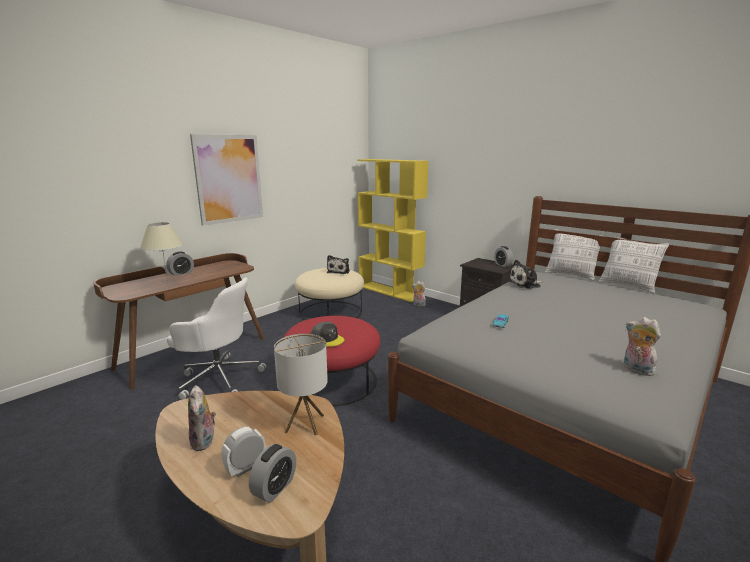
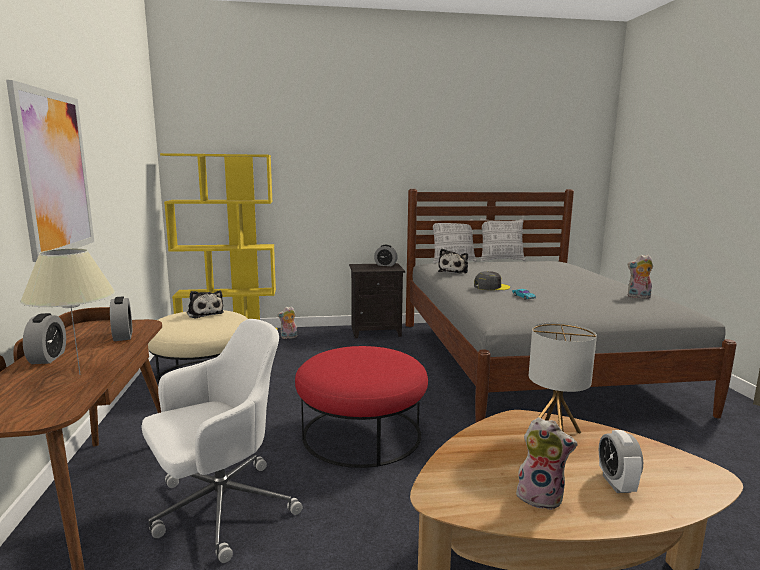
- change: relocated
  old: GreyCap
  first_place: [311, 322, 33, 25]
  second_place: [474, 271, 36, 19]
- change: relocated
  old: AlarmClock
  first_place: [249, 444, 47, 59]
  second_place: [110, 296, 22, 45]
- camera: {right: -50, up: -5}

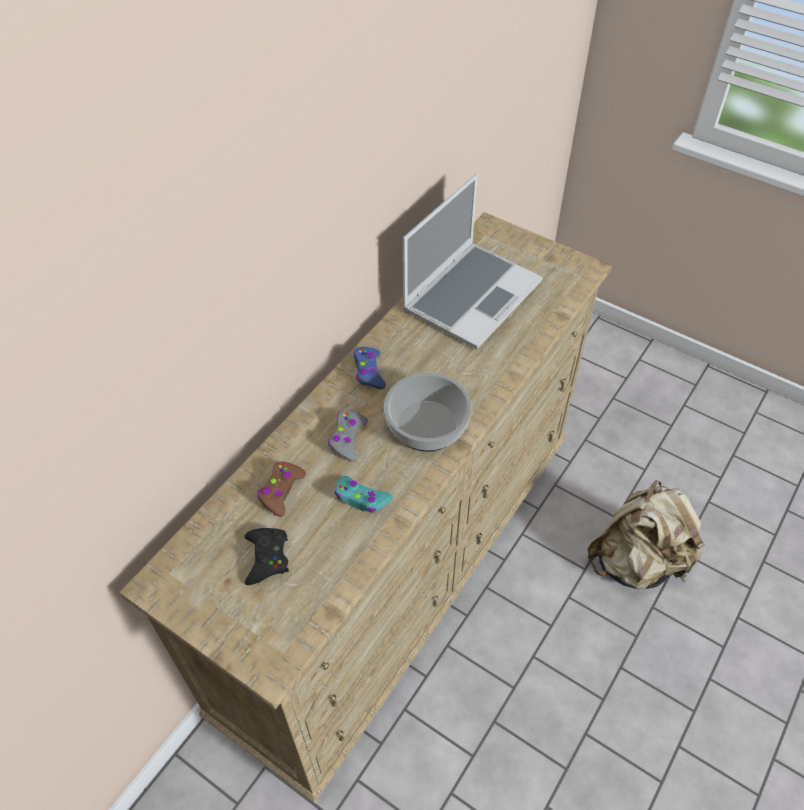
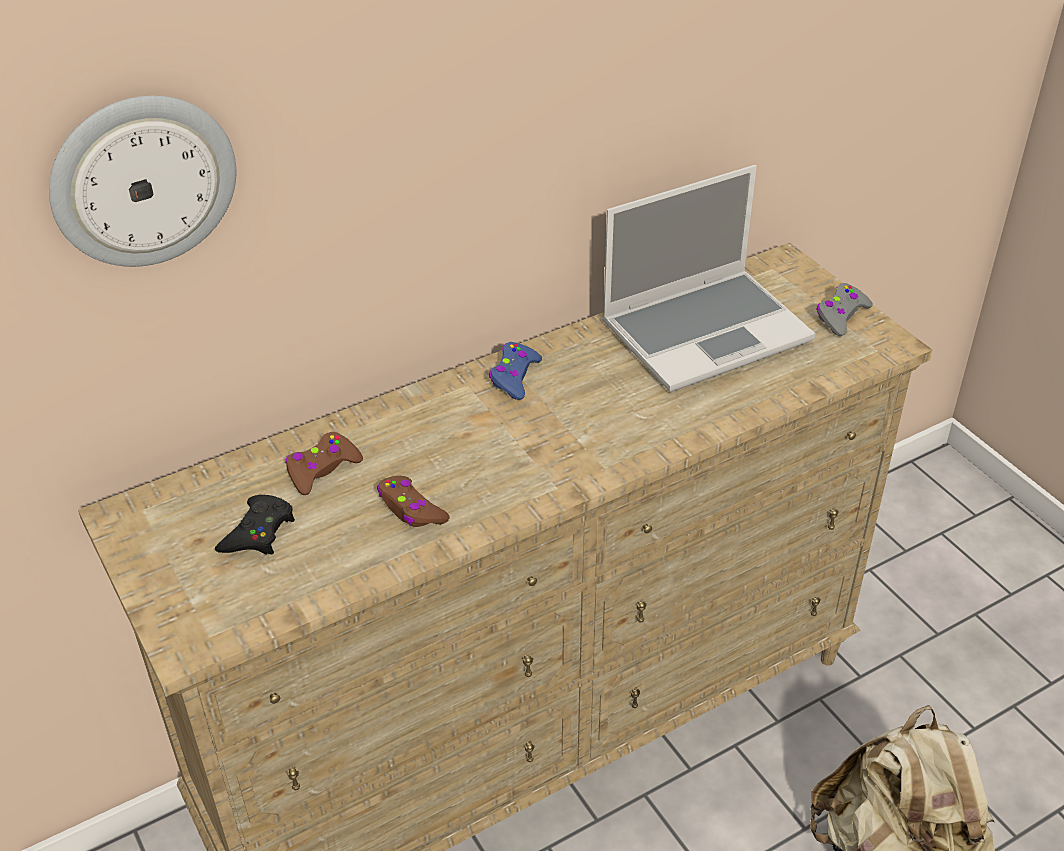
- change: missing
  old: Bowl
  first_place: [384, 373, 88, 79]
- change: relocated
  old: GreyGameController
  first_place: [328, 411, 40, 50]
  second_place: [816, 283, 57, 53]
- change: colour
  old: TurquoiseGameController
  new: BrownGameController
  first_place: [334, 476, 59, 37]
  second_place: [377, 476, 72, 51]
- change: appeared
  new: WallClock
  second_place: [49, 96, 187, 171]
- camera: {right: 25, up: -10}

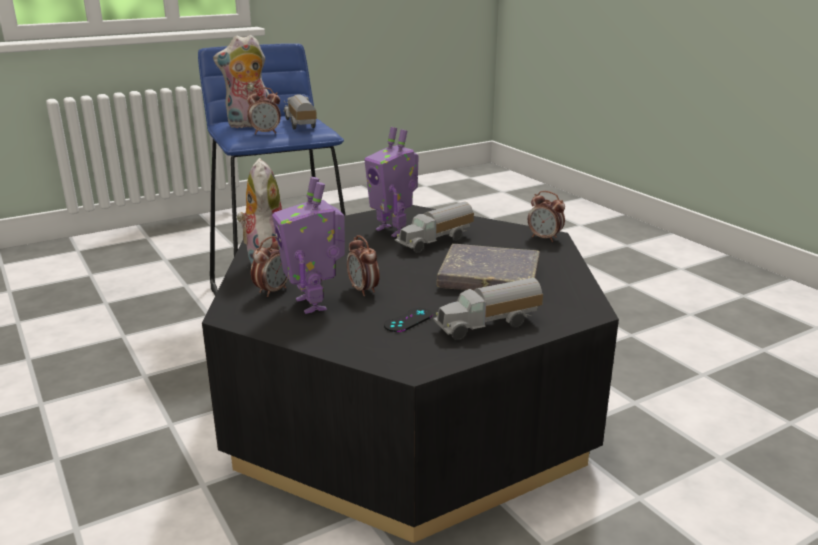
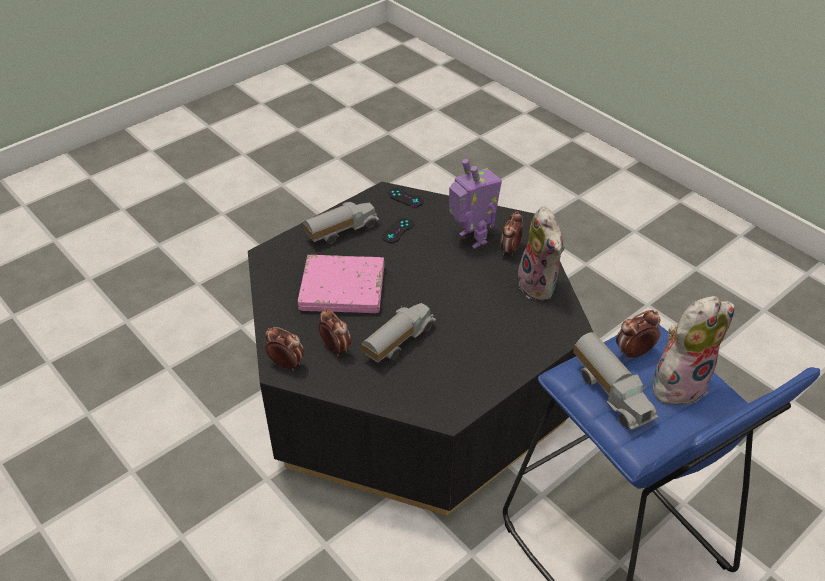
- change: missing
  old: ToyRobot
  first_place: [365, 127, 54, 110]
- change: relocated
  old: AlarmClock
  first_place: [347, 235, 32, 61]
  second_place: [319, 308, 32, 48]
- change: colour
  old: GreyBook
  new: PinkBook
  first_place: [436, 244, 104, 46]
  second_place: [298, 255, 86, 58]
- change: appeared
  new: BlackGameController
  second_place: [388, 188, 36, 19]
- camera: {right: 170, up: 20}

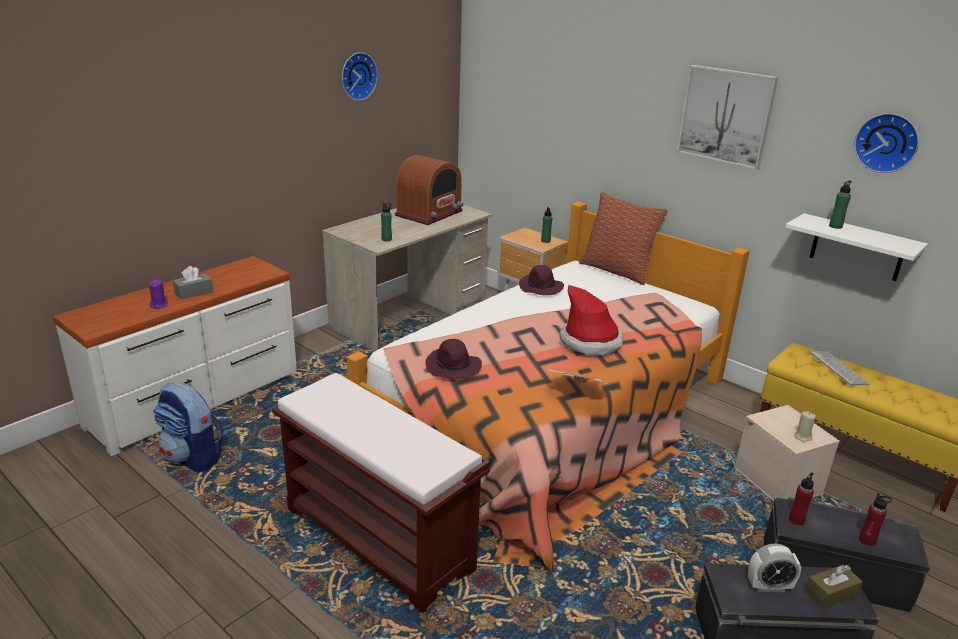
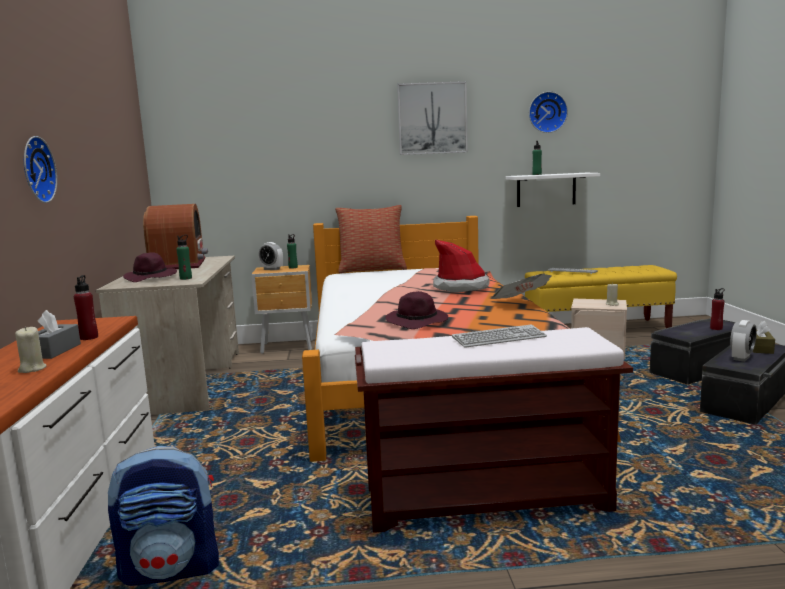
- change: relocated
  old: WallClock
  first_place: [342, 52, 36, 49]
  second_place: [24, 136, 33, 67]
- change: relocated
  old: PurpleHat
  first_place: [519, 265, 45, 30]
  second_place: [123, 253, 54, 29]
- change: colour
  old: PurpleCandle
  new: BeigeCandle
  first_place: [148, 279, 20, 30]
  second_place: [15, 326, 32, 47]
- change: relocated
  old: RedBottle
  first_place: [789, 472, 25, 53]
  second_place: [74, 275, 24, 65]
- change: appeared
  new: AlarmClock
  second_place: [258, 242, 25, 28]
- change: appeared
  new: Keyboard
  second_place: [452, 325, 95, 23]
- camera: {right: -45, up: -15}

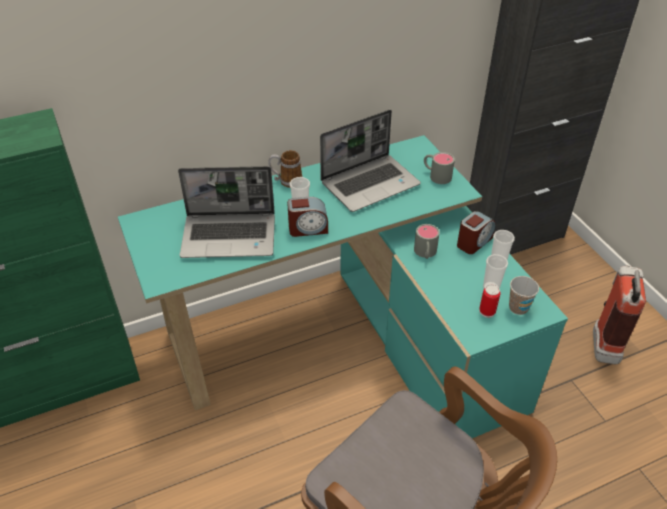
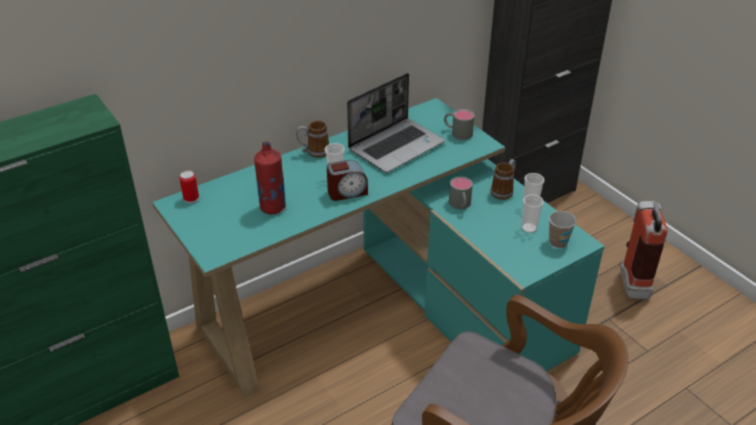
- change: exchanged
  old: Laptop
  new: RedBottle
  first_place: [178, 166, 97, 92]
  second_place: [254, 141, 32, 73]
- change: exchanged
  old: AlarmClock
  new: Mug
  first_place: [457, 211, 39, 43]
  second_place: [491, 159, 25, 41]
- change: relocated
  old: Can
  first_place: [479, 285, 21, 33]
  second_place: [180, 171, 19, 32]
- camera: {right: -10, up: -5}

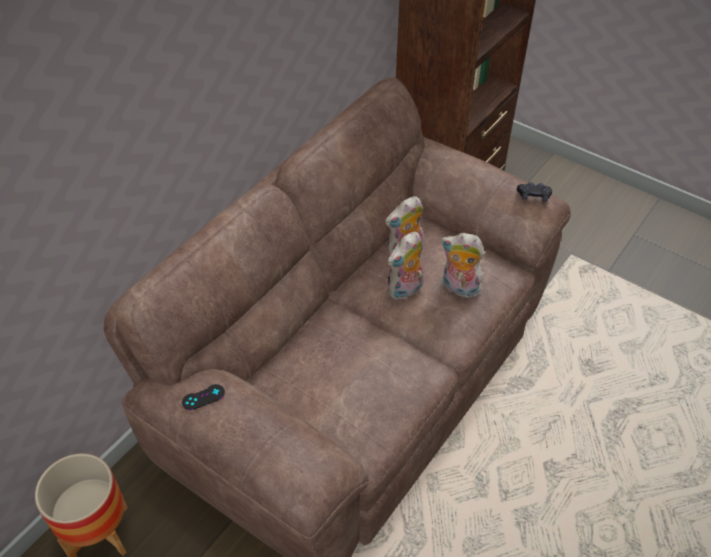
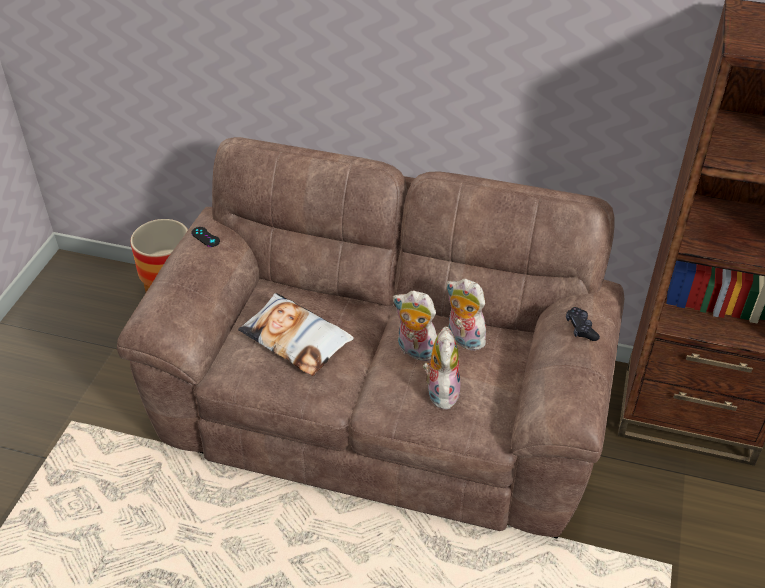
- change: relocated
  old: BlackGameController
  first_place: [517, 182, 35, 20]
  second_place: [566, 307, 34, 34]
- change: appeared
  new: Pillow
  second_place: [238, 293, 116, 83]
- camera: {right: 70, up: -5}

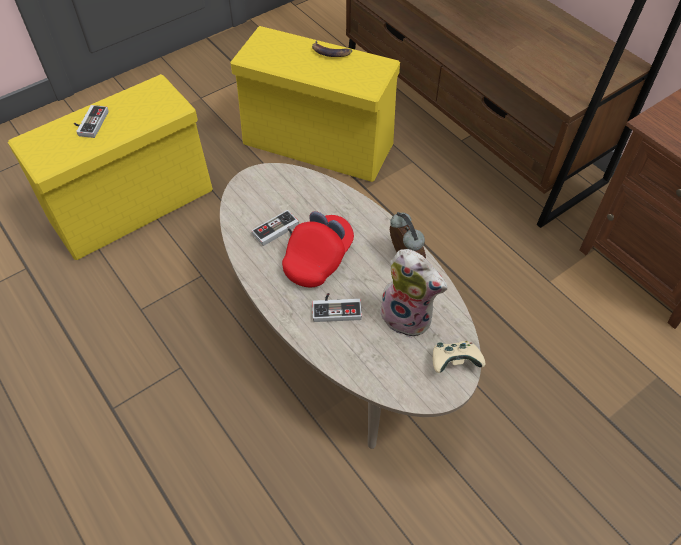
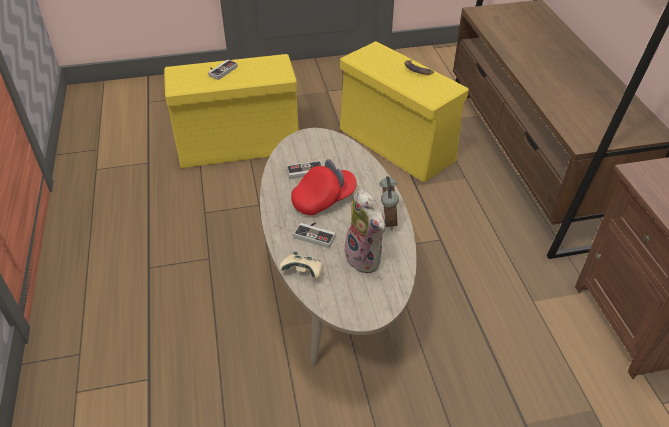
- change: relocated
  old: BeigeGameController
  first_place: [433, 341, 52, 32]
  second_place: [279, 252, 43, 27]
- camera: {right: 25, up: -10}

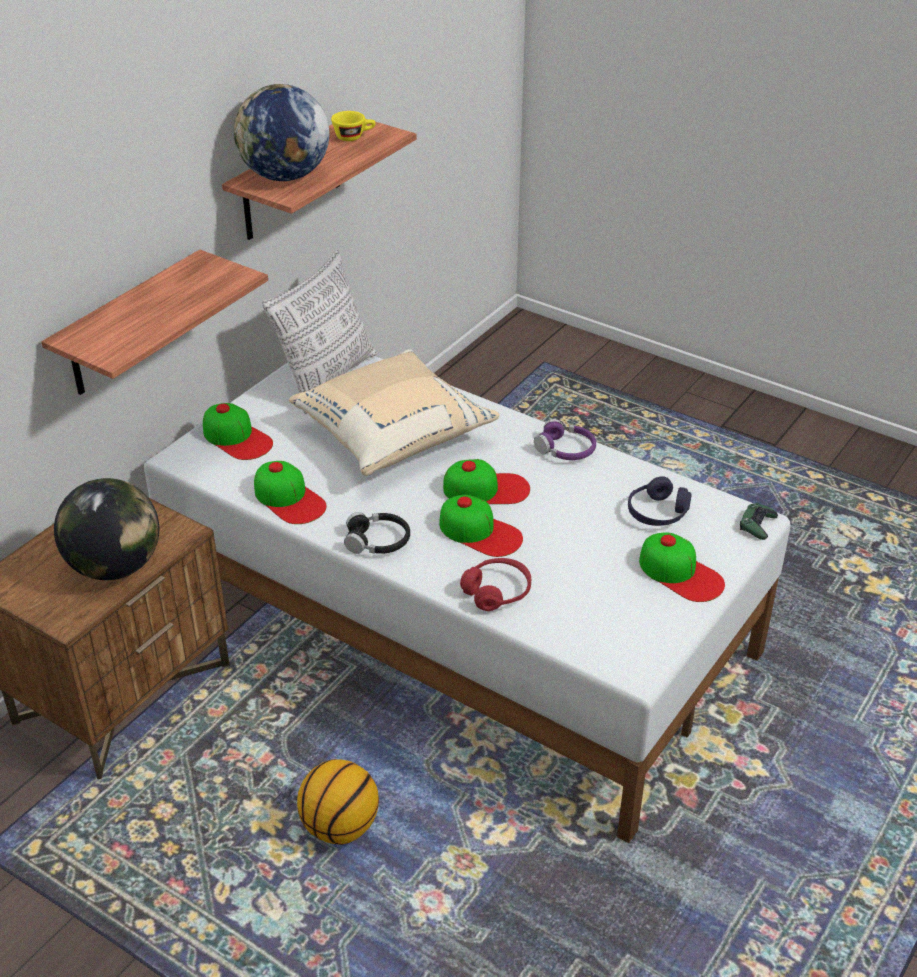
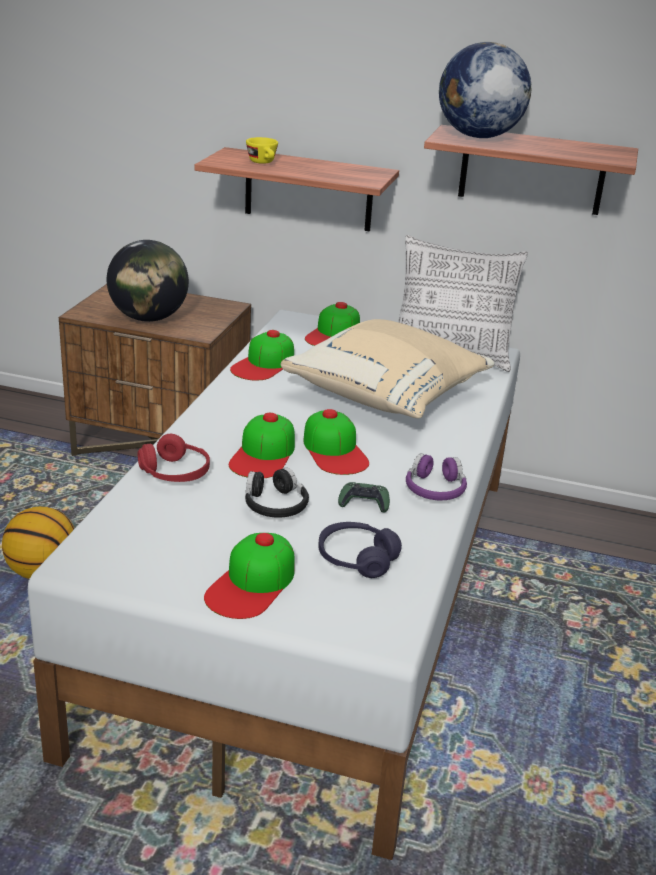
- change: relocated
  old: YellowCup
  first_place: [331, 111, 44, 30]
  second_place: [246, 137, 32, 27]
- change: relocated
  old: GreenGameController
  first_place: [740, 503, 38, 37]
  second_place: [338, 482, 52, 31]
- change: relocated
  old: BlackHeadphones
  first_place: [344, 512, 66, 42]
  second_place: [245, 467, 64, 51]
- camera: {right: 70, up: -10}

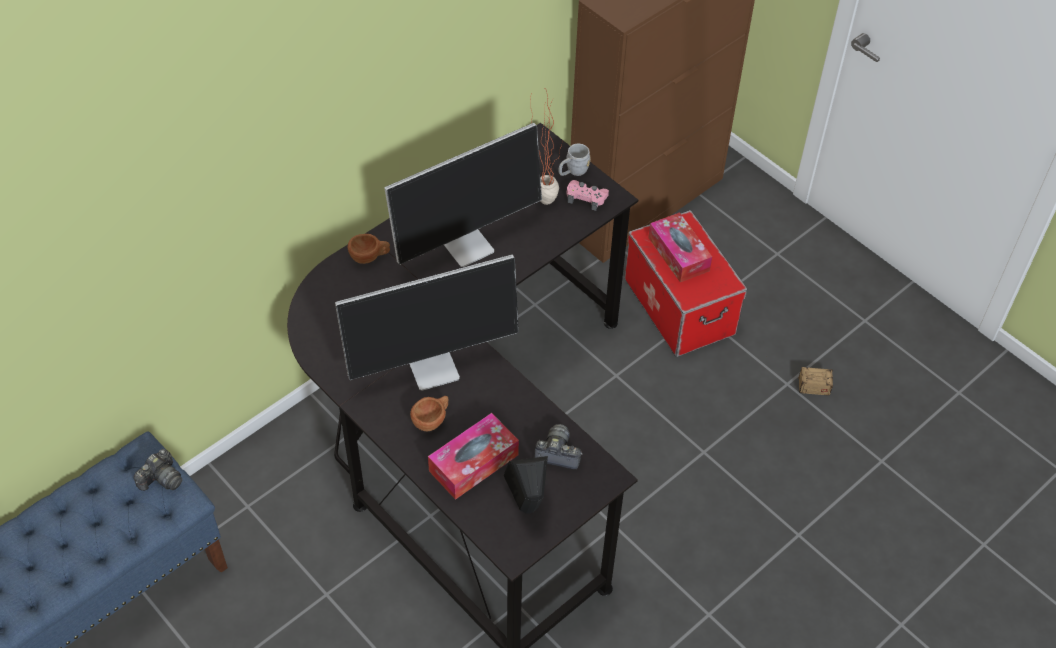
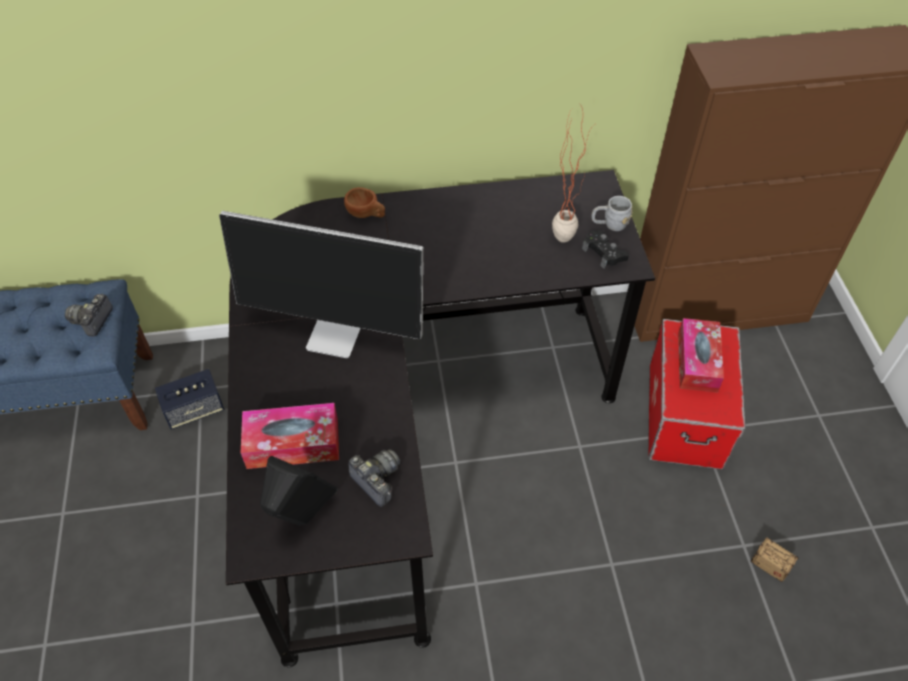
- change: missing
  old: Monitor
  first_place: [385, 123, 157, 144]
- change: colour
  old: PinkGameController
  new: BlackGameController
  first_place: [567, 180, 42, 31]
  second_place: [582, 230, 47, 39]
- change: missing
  old: BrownCup
  first_place: [410, 396, 38, 35]
- change: spun
  old: PhotoCamera
  first_place: [134, 449, 48, 42]
  second_place: [65, 294, 48, 43]
  degrees: 120
- change: appeared
  new: Speaker
  second_place: [155, 369, 70, 61]
- camera: {right: 35, up: 0}

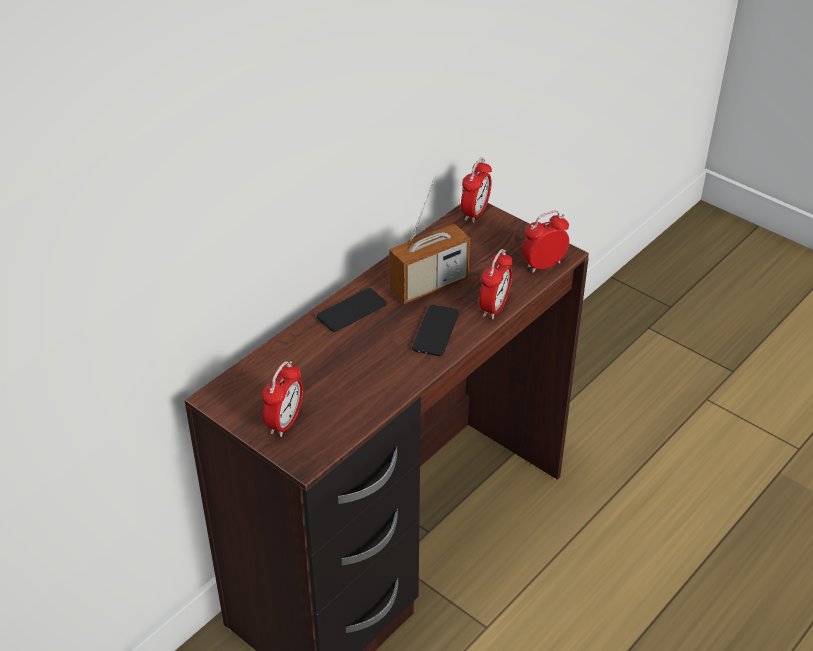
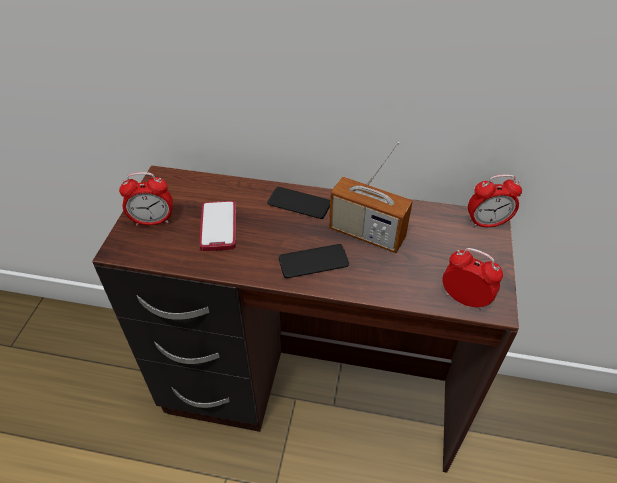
- change: missing
  old: AlarmClock
  first_place: [479, 249, 34, 70]
- change: appeared
  new: Phone
  second_place: [199, 201, 37, 50]
- camera: {right: 60, up: 5}

